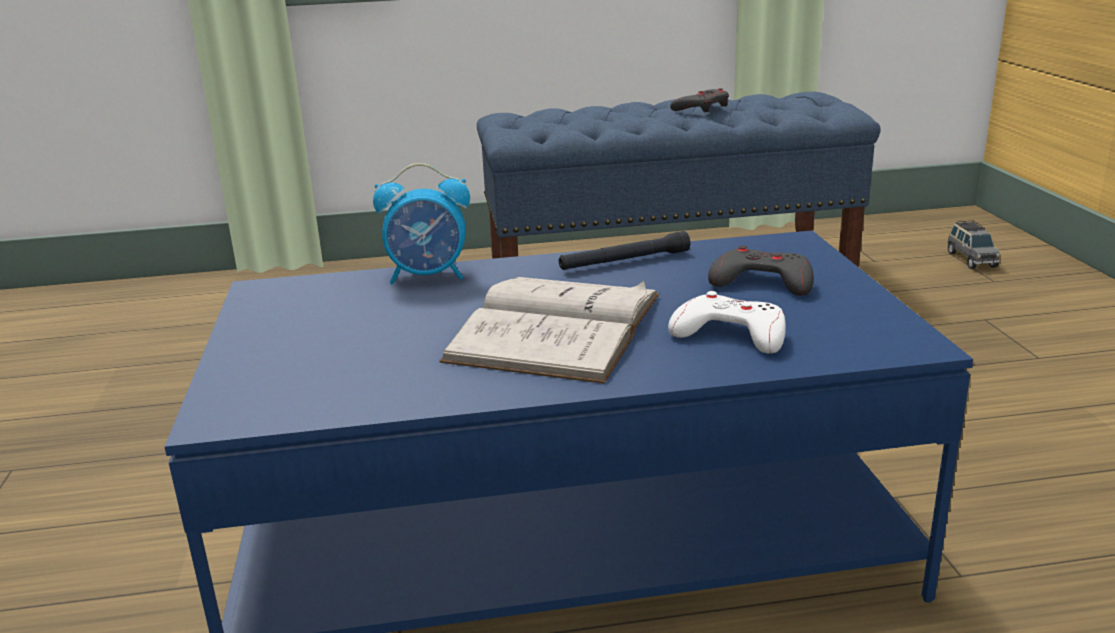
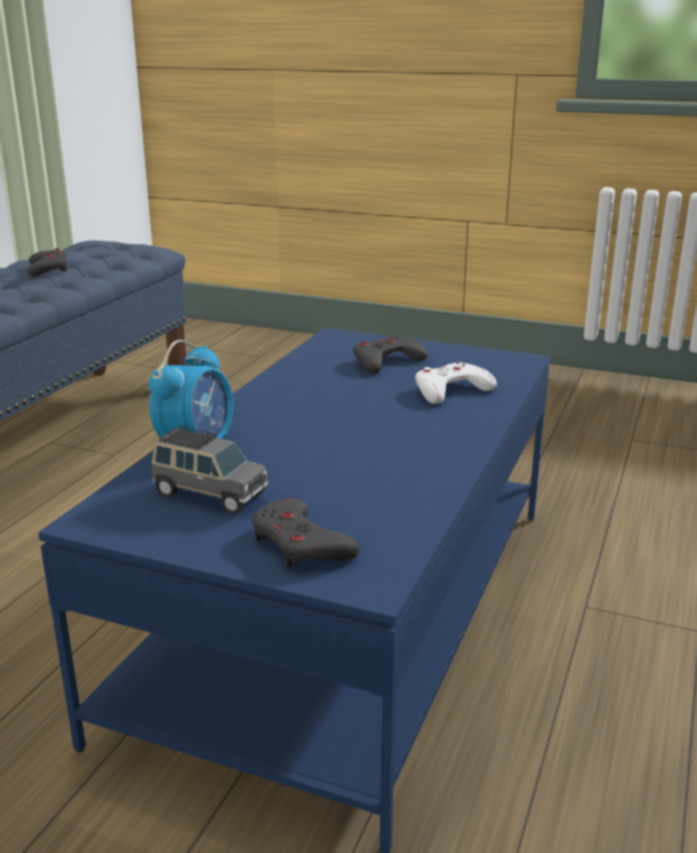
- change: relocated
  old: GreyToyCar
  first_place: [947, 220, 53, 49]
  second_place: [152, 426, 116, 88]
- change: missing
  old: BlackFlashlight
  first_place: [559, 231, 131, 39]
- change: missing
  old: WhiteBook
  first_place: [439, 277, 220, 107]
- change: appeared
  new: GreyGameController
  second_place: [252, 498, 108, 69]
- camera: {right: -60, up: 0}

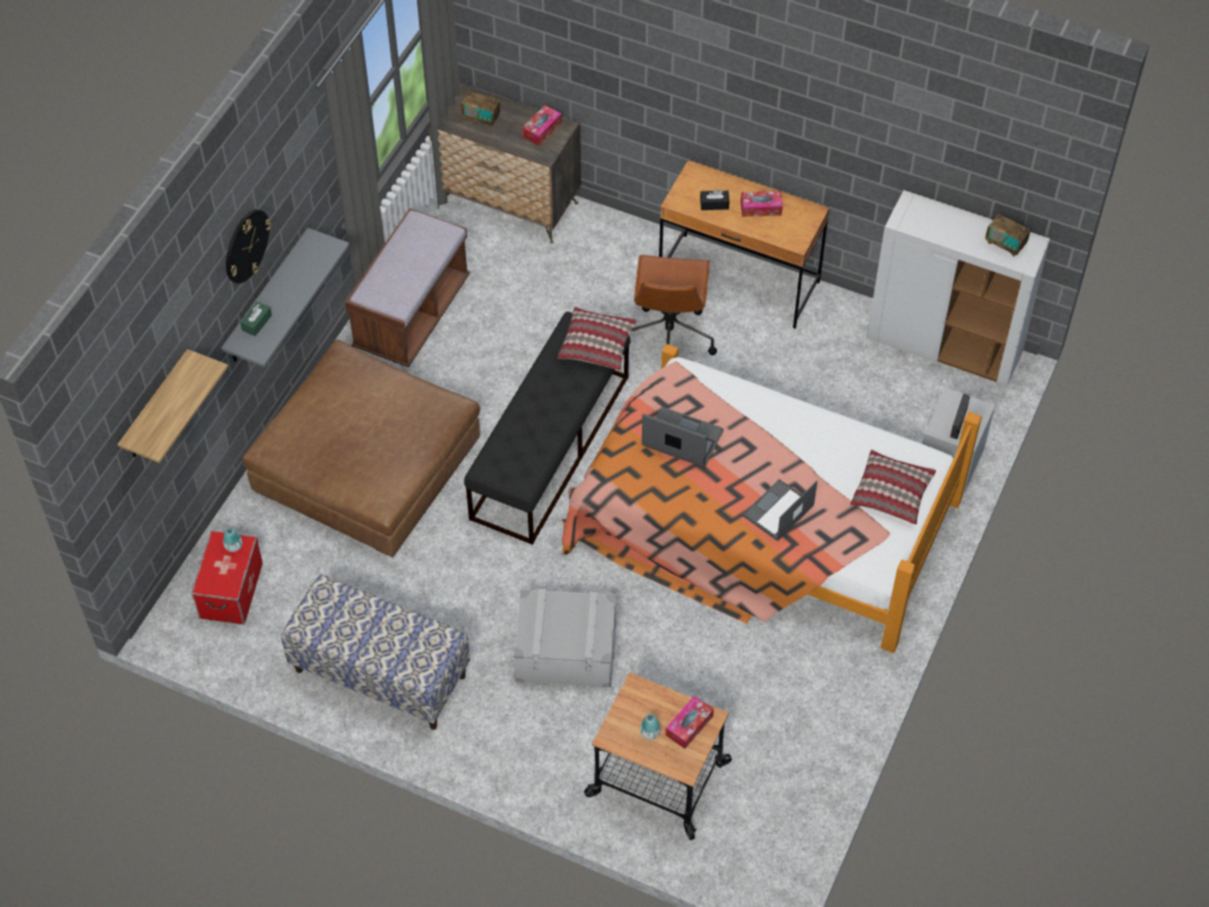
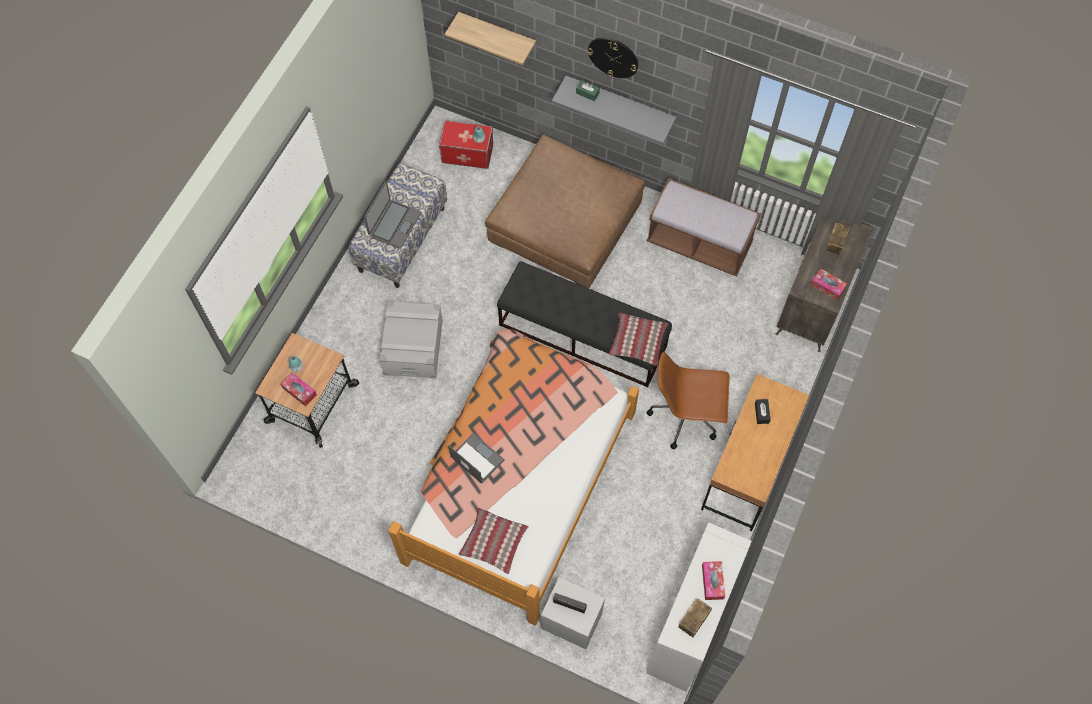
- change: relocated
  old: TissueBox
  first_place: [741, 191, 42, 26]
  second_place: [702, 561, 23, 39]
- change: relocated
  old: Laptop
  first_place: [642, 407, 81, 60]
  second_place: [364, 181, 57, 68]
- camera: {right: 90, up: 10}

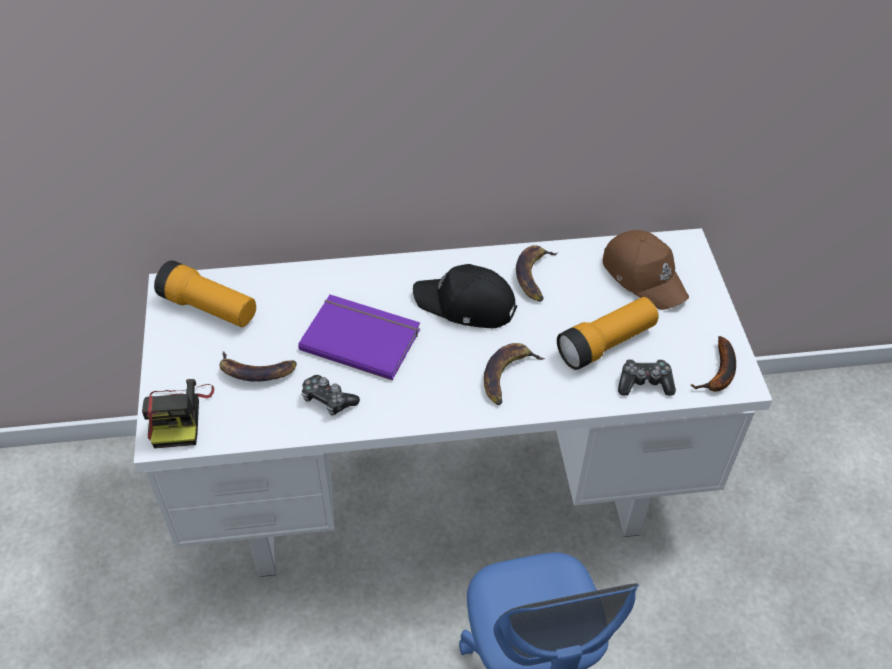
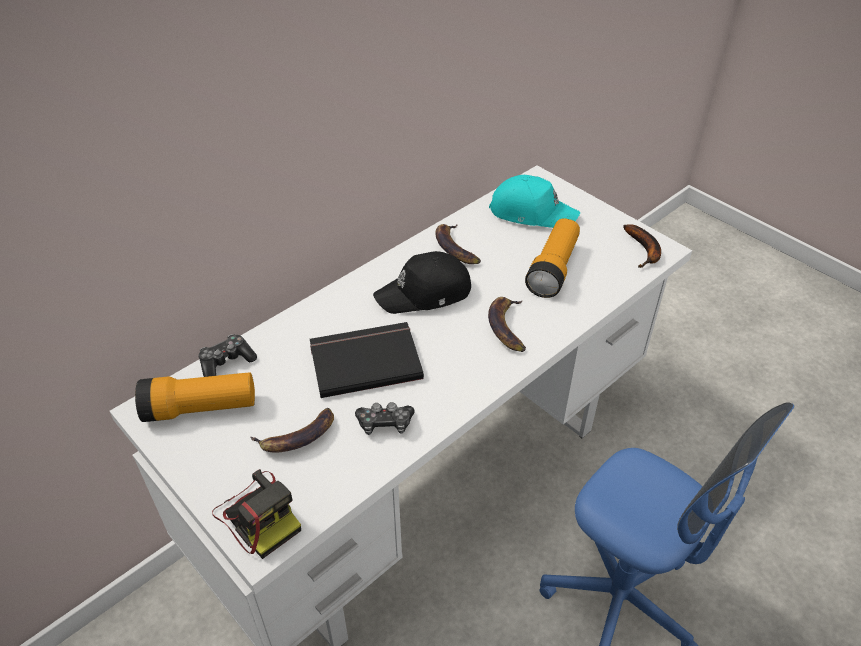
- change: colour
  old: BrownCap
  new: TurquoiseCap
  first_place: [603, 230, 86, 80]
  second_place: [489, 175, 91, 53]
- change: colour
  old: PurpleBook
  new: BlackBook
  first_place: [298, 295, 122, 85]
  second_place: [310, 322, 114, 76]
- change: relocated
  old: GameController
  first_place: [618, 359, 58, 37]
  second_place: [199, 334, 58, 43]
- camera: {right: -35, up: -5}

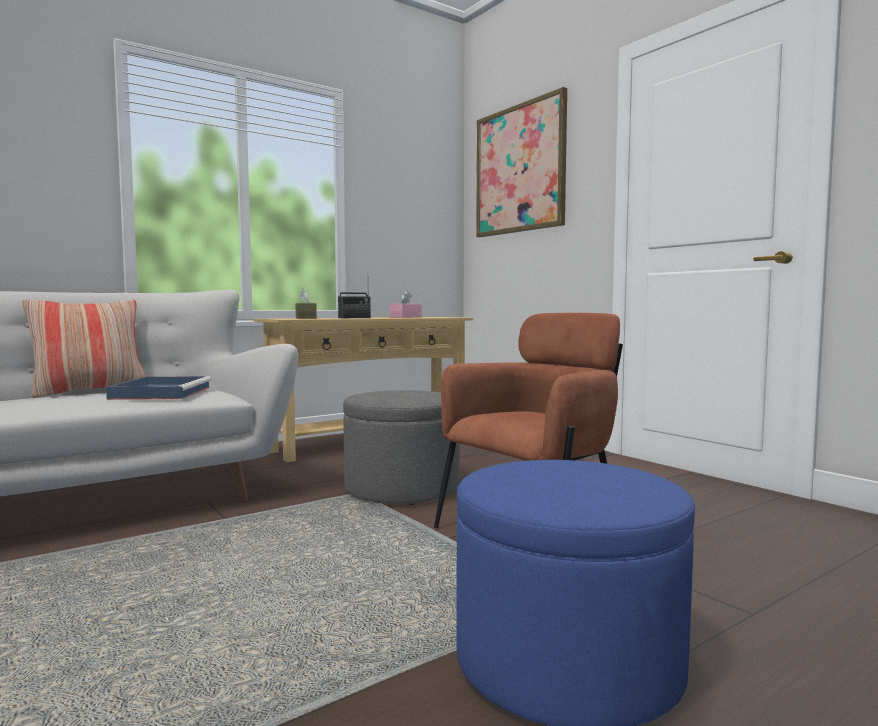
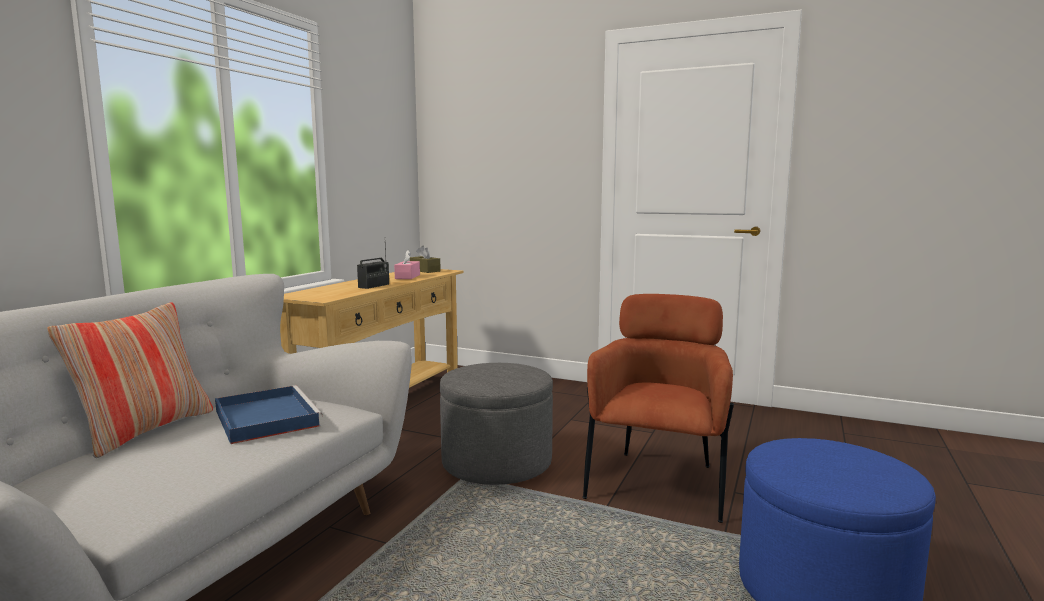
- change: missing
  old: Picture
  first_place: [476, 87, 91, 150]
- change: relocated
  old: BrownTissueBox
  first_place: [296, 289, 21, 30]
  second_place: [410, 245, 31, 28]
- camera: {right: -30, up: 5}

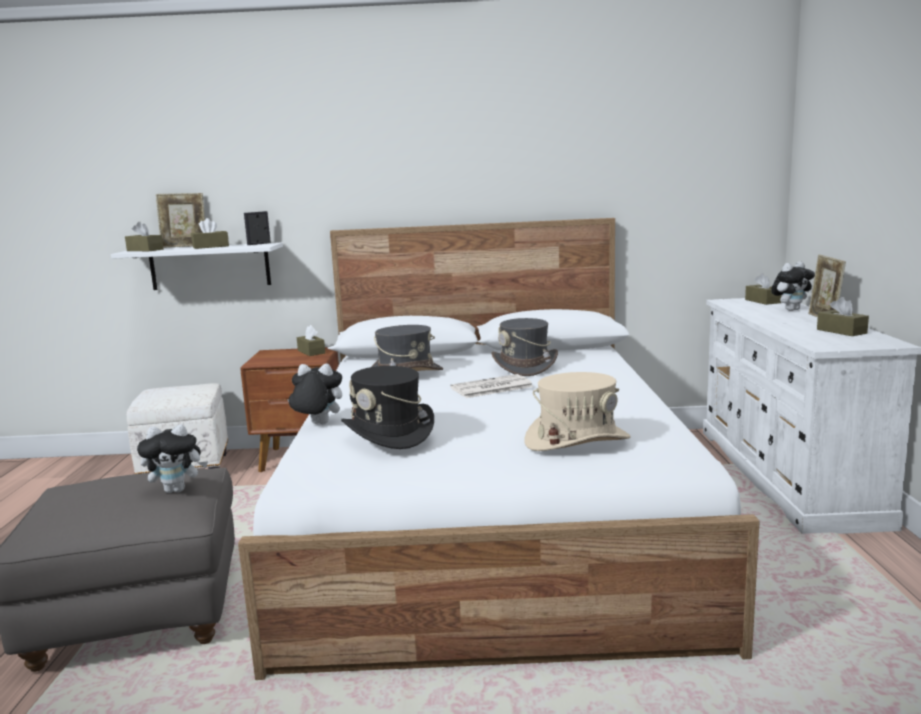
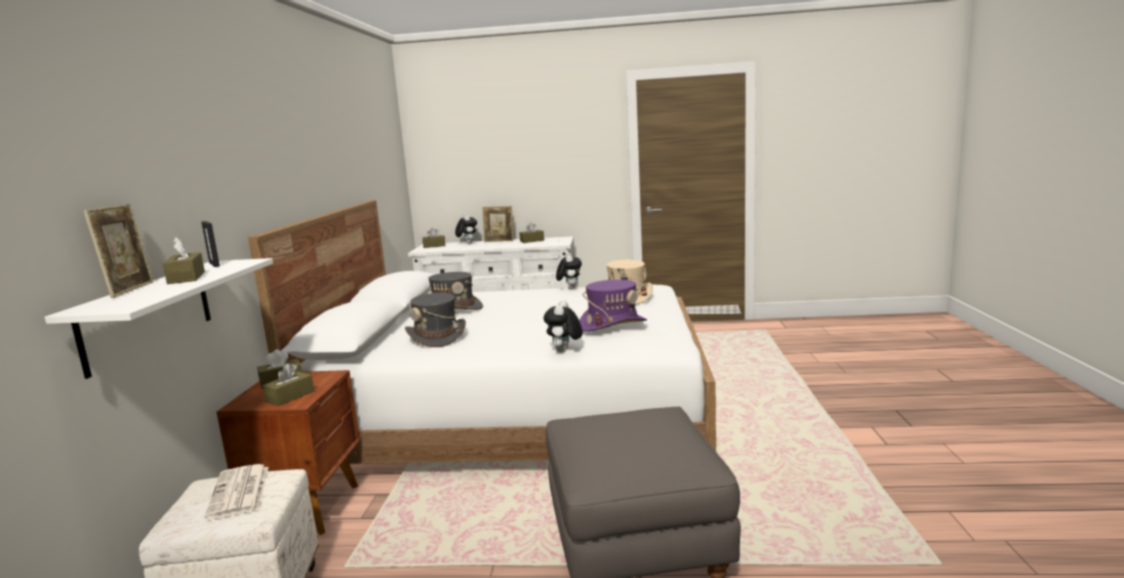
- change: relocated
  old: BrownTissueBox
  first_place: [125, 222, 38, 29]
  second_place: [262, 364, 52, 42]
- change: colour
  old: BlackHat
  new: PurpleHat
  first_place: [341, 366, 93, 83]
  second_place: [579, 279, 68, 52]
- change: relocated
  old: Newspaper
  first_place: [450, 374, 84, 24]
  second_place: [205, 464, 63, 56]
- change: relocated
  old: PlushToy
  first_place: [137, 424, 71, 69]
  second_place: [556, 253, 26, 37]
- camera: {right: -85, up: 0}

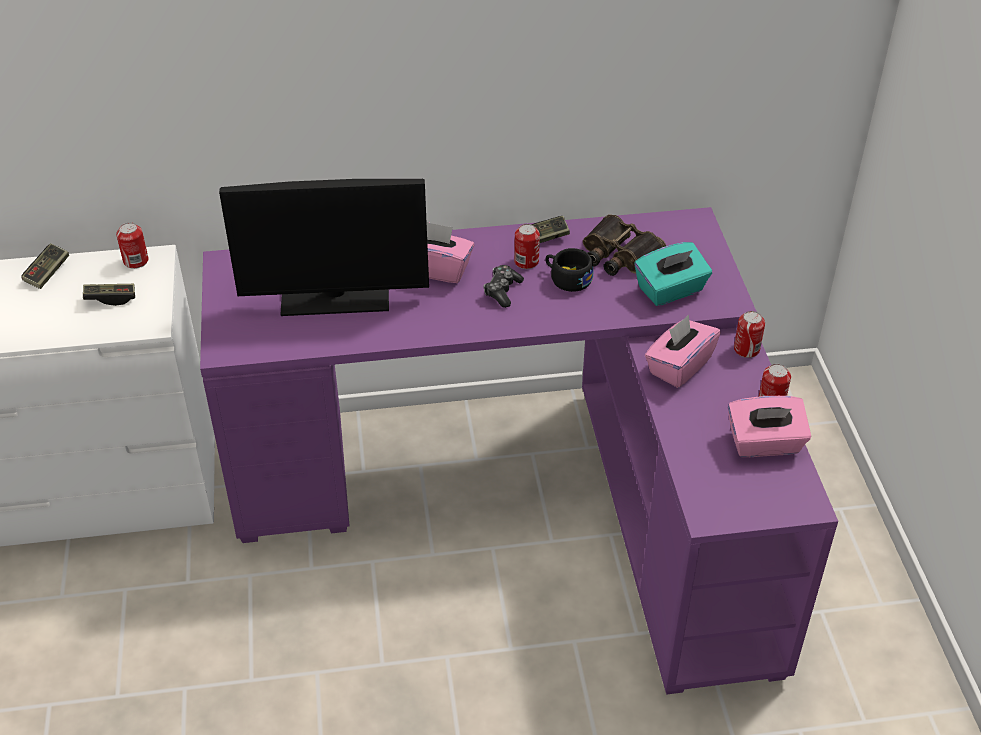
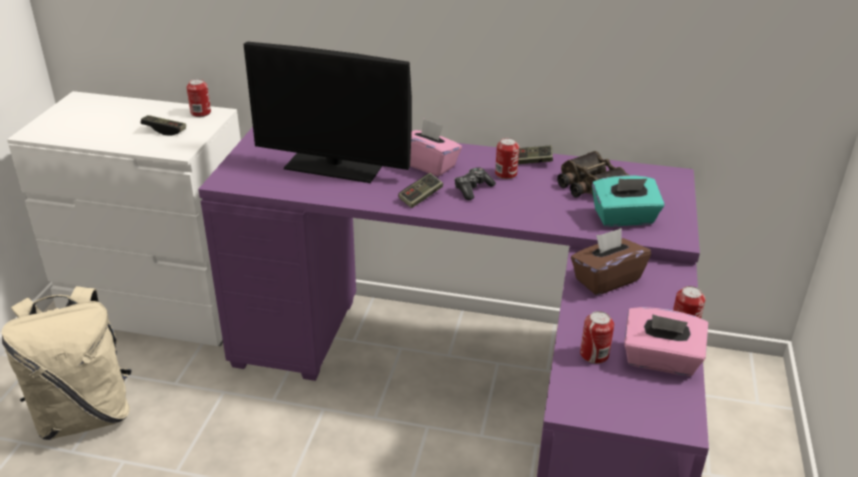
- change: relocated
  old: GameController
  first_place: [21, 243, 48, 46]
  second_place: [398, 173, 45, 35]
- change: missing
  old: BlackCup
  first_place: [545, 248, 48, 44]
- change: relocated
  old: Can
  first_place: [734, 311, 31, 47]
  second_place: [580, 311, 34, 53]
- change: colour
  old: PinkTissueBox
  new: BrownTissueBox
  first_place: [645, 315, 76, 73]
  second_place: [571, 228, 80, 67]
- change: appeared
  new: BeigeBackpack
  second_place: [2, 286, 130, 154]
- camera: {right: 20, up: -10}

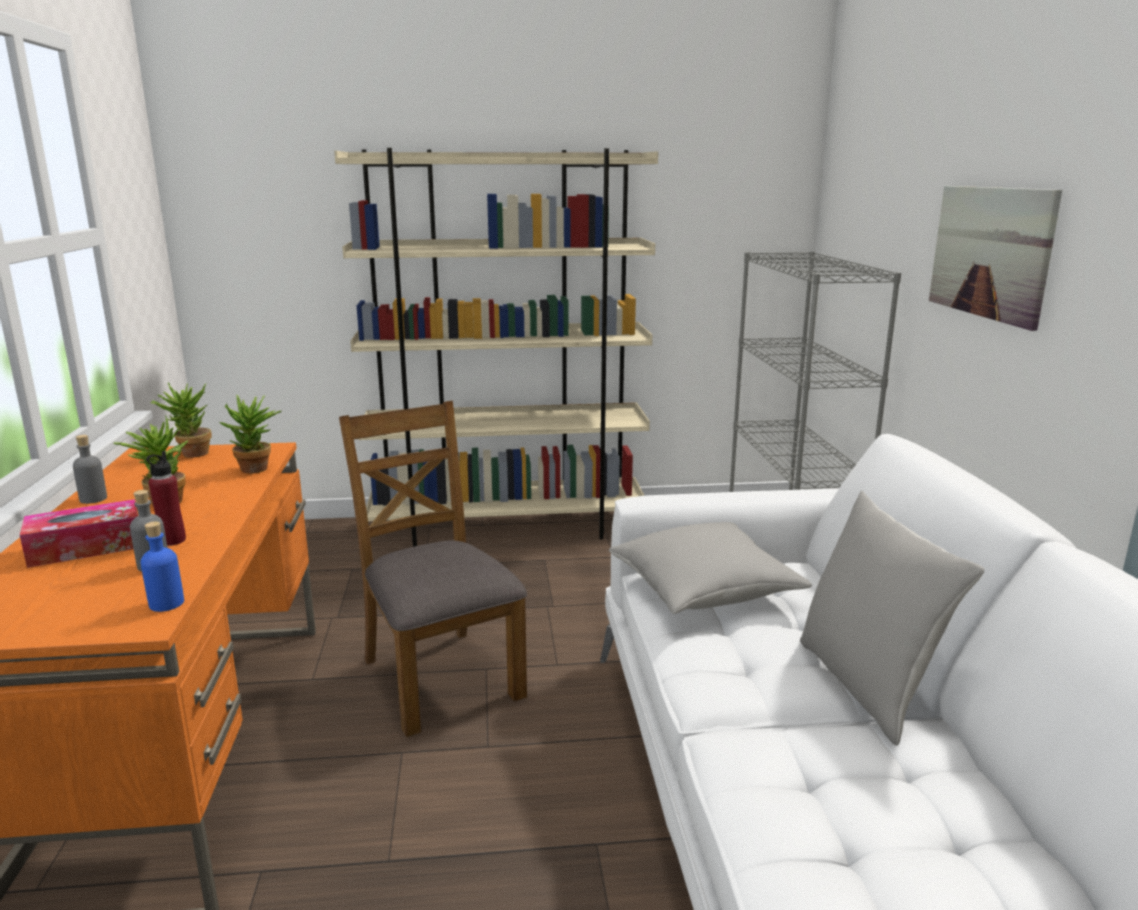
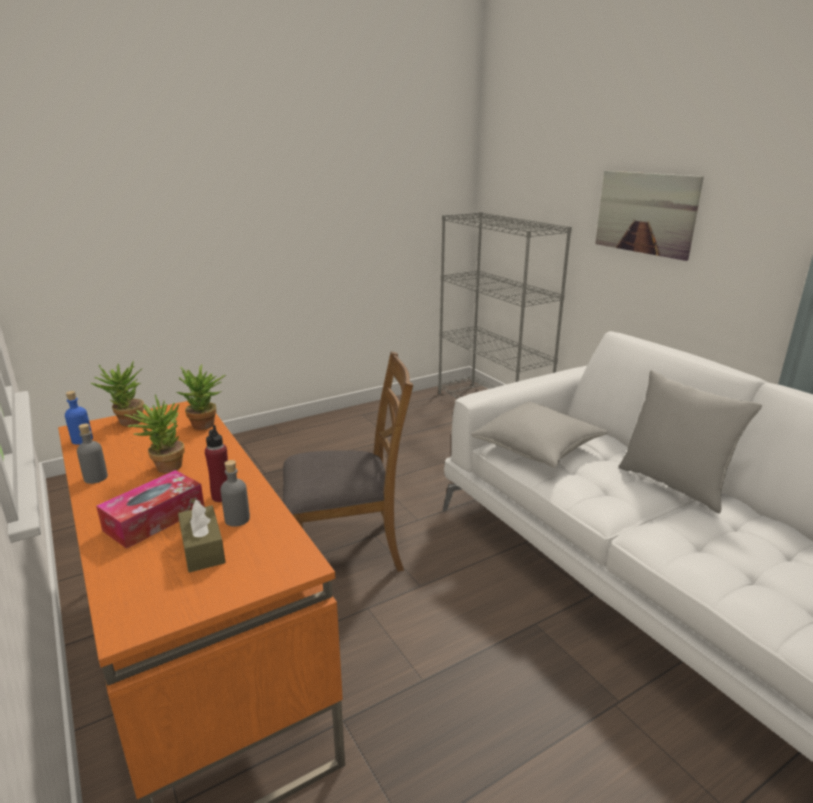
- change: missing
  old: BeigeBookcase
  first_place: [334, 148, 324, 399]
- change: spun
  old: BrownChair
  first_place: [339, 401, 188, 336]
  second_place: [283, 351, 130, 220]
  degrees: 135
- change: relocated
  old: BlueBottle
  first_place: [141, 521, 43, 91]
  second_place: [65, 391, 28, 54]
- change: appeared
  new: BrownTissueBox
  second_place: [178, 500, 48, 73]
- camera: {right: -25, up: 5}

